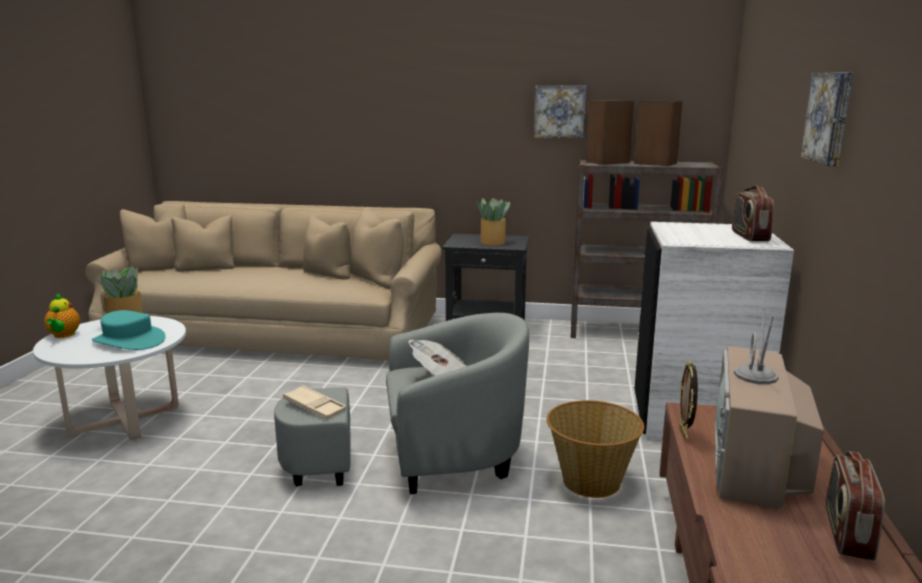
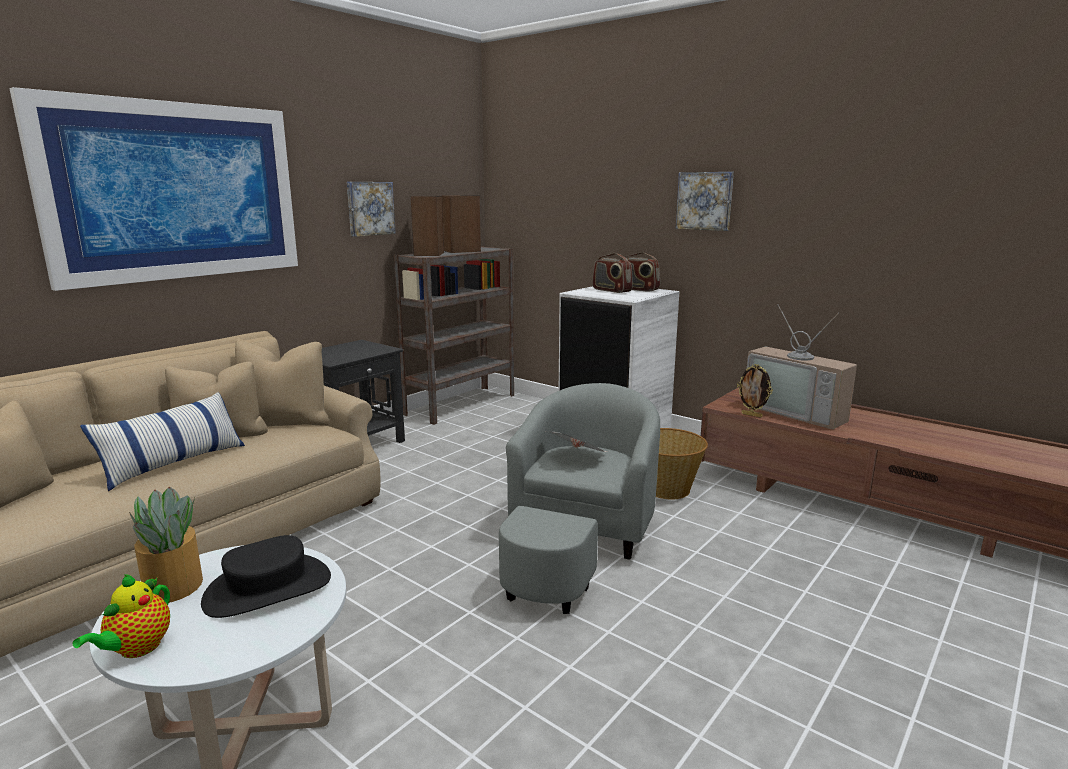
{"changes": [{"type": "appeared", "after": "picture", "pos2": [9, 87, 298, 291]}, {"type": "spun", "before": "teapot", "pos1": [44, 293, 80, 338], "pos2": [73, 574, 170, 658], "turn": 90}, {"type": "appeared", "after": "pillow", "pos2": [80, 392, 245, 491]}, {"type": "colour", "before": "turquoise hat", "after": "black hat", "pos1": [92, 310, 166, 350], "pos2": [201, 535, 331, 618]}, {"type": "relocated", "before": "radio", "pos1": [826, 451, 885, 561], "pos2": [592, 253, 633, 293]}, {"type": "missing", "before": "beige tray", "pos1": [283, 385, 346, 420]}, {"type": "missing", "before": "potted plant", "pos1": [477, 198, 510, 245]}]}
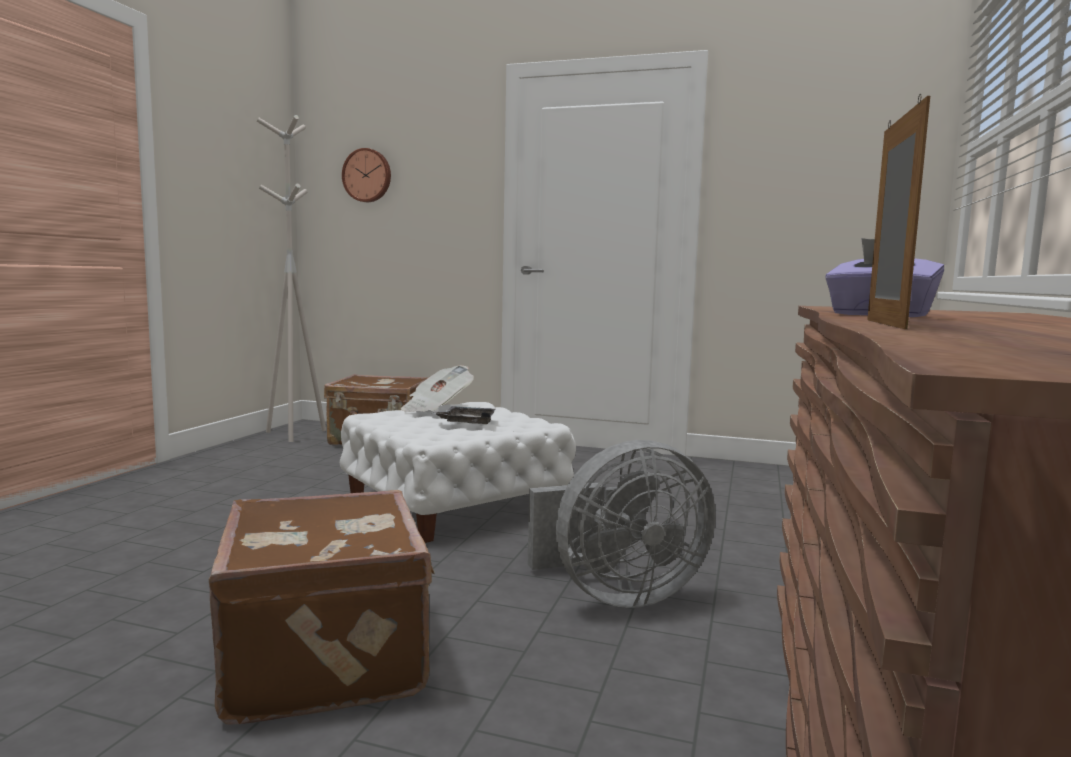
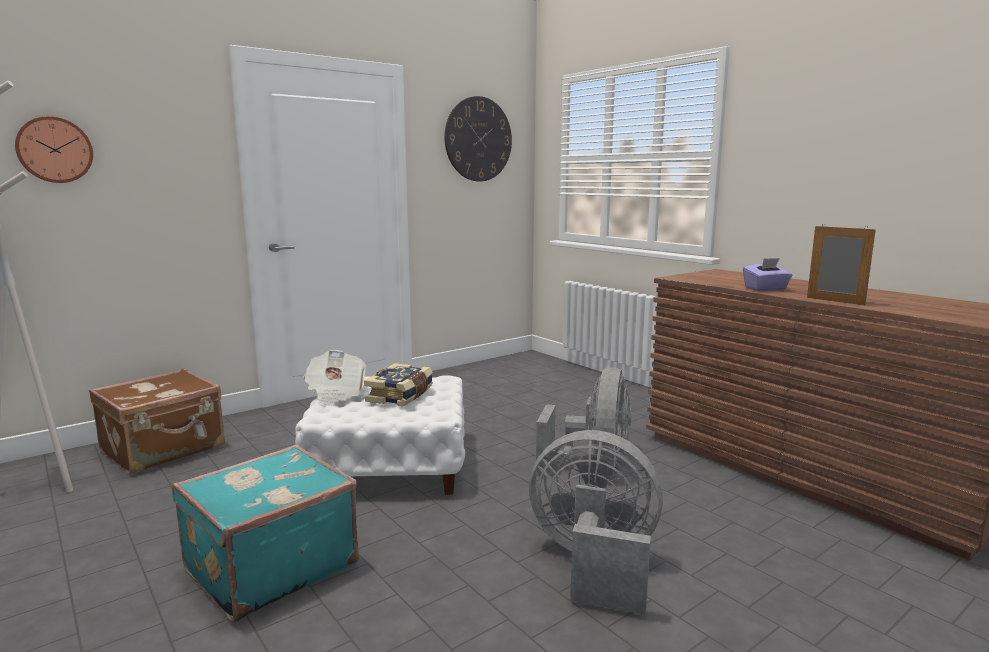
{"changes": [{"type": "appeared", "after": "turquoise suitcase", "pos2": [172, 444, 359, 623]}, {"type": "exchanged", "before": "grey tray", "after": "book", "pos1": [431, 406, 495, 424], "pos2": [364, 363, 433, 407]}, {"type": "appeared", "after": "wall clock", "pos2": [444, 96, 512, 181]}, {"type": "exchanged", "before": "brown suitcase", "after": "grey fan", "pos1": [209, 490, 435, 725], "pos2": [529, 430, 663, 615]}]}
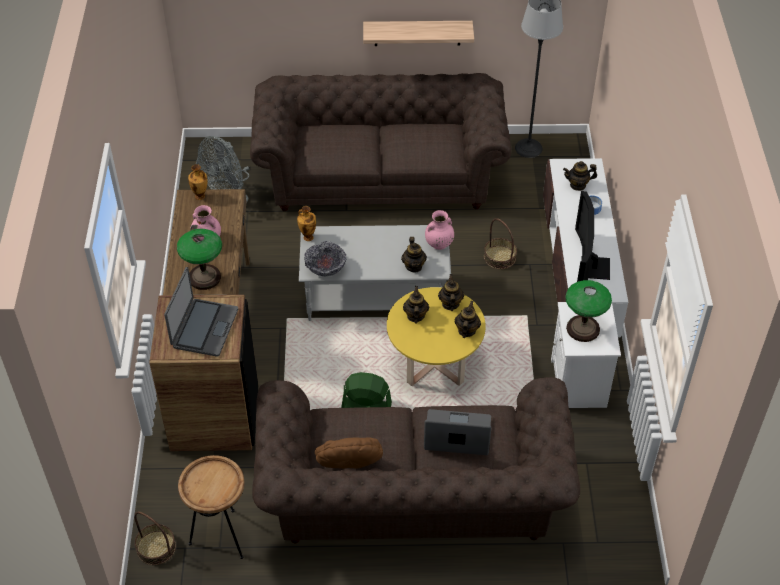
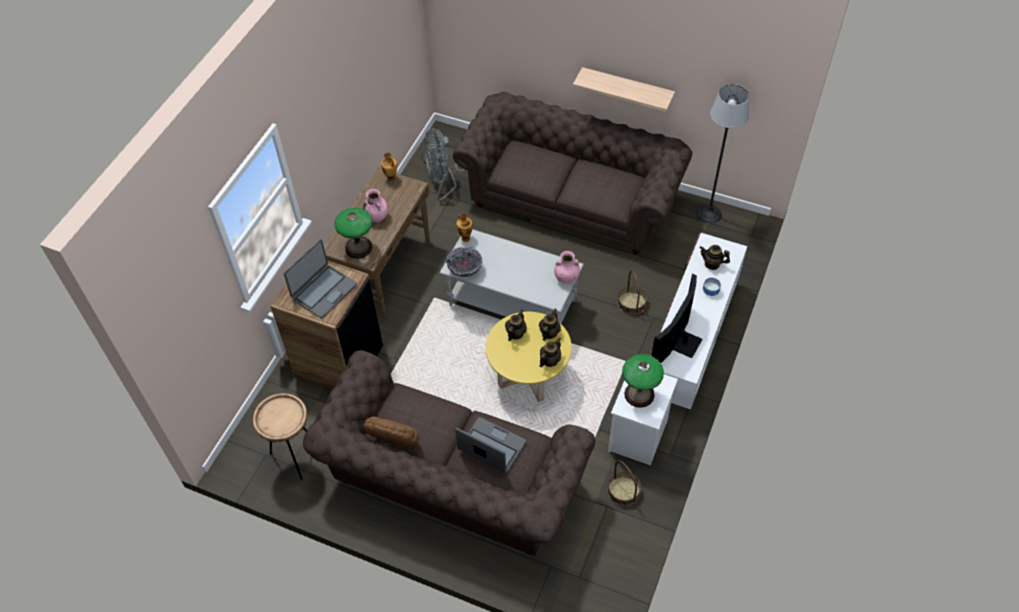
{"changes": [{"type": "relocated", "before": "basket", "pos1": [134, 512, 176, 565], "pos2": [608, 460, 641, 506]}, {"type": "missing", "before": "green fan", "pos1": [341, 372, 392, 408]}, {"type": "missing", "before": "teapot", "pos1": [401, 237, 427, 272]}]}
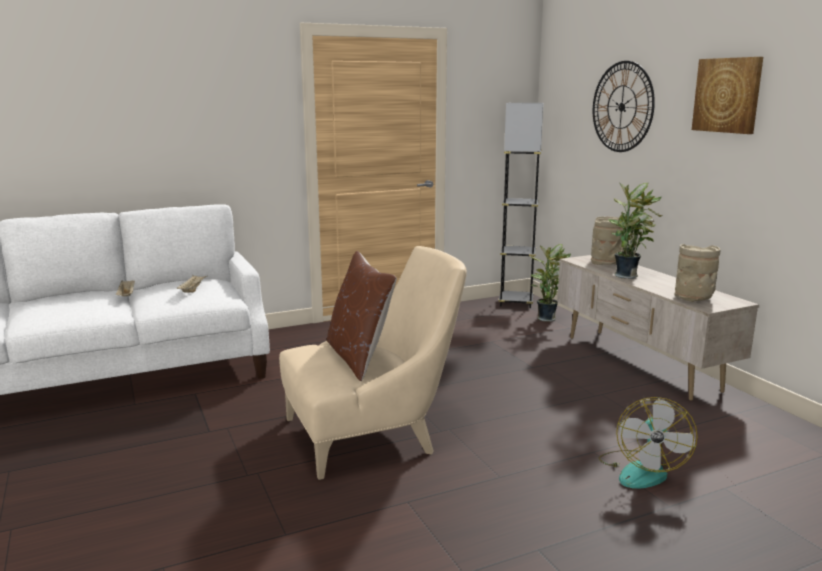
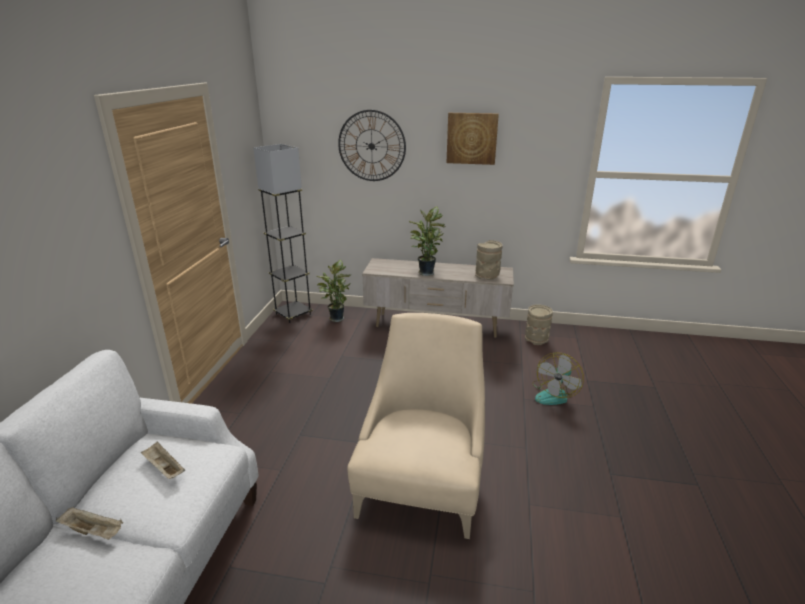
{"changes": [{"type": "relocated", "before": "beige vase", "pos1": [591, 217, 624, 265], "pos2": [525, 304, 553, 345]}, {"type": "spun", "before": "fan", "pos1": [598, 397, 698, 489], "pos2": [532, 352, 584, 405], "turn": 75}, {"type": "missing", "before": "brown pillow", "pos1": [327, 251, 397, 381]}]}
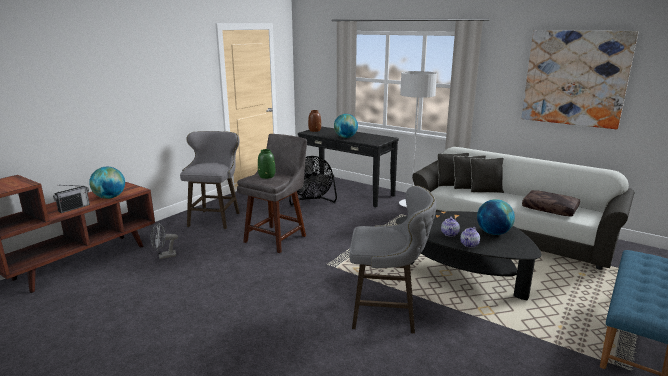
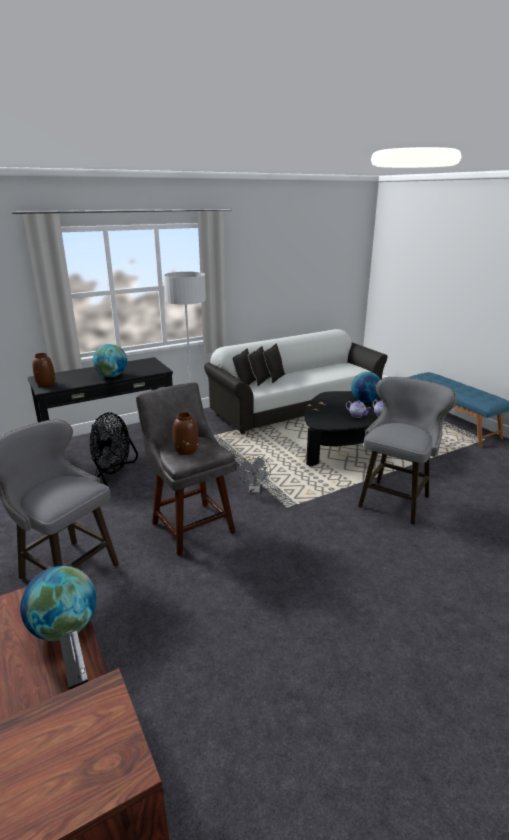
{"changes": [{"type": "colour", "before": "green vase", "after": "brown vase", "pos1": [258, 149, 275, 179], "pos2": [173, 412, 199, 455]}, {"type": "relocated", "before": "grey fan", "pos1": [151, 222, 178, 259], "pos2": [238, 455, 271, 494]}, {"type": "missing", "before": "picture", "pos1": [521, 30, 638, 129]}, {"type": "missing", "before": "brown pillow", "pos1": [522, 190, 580, 217]}]}
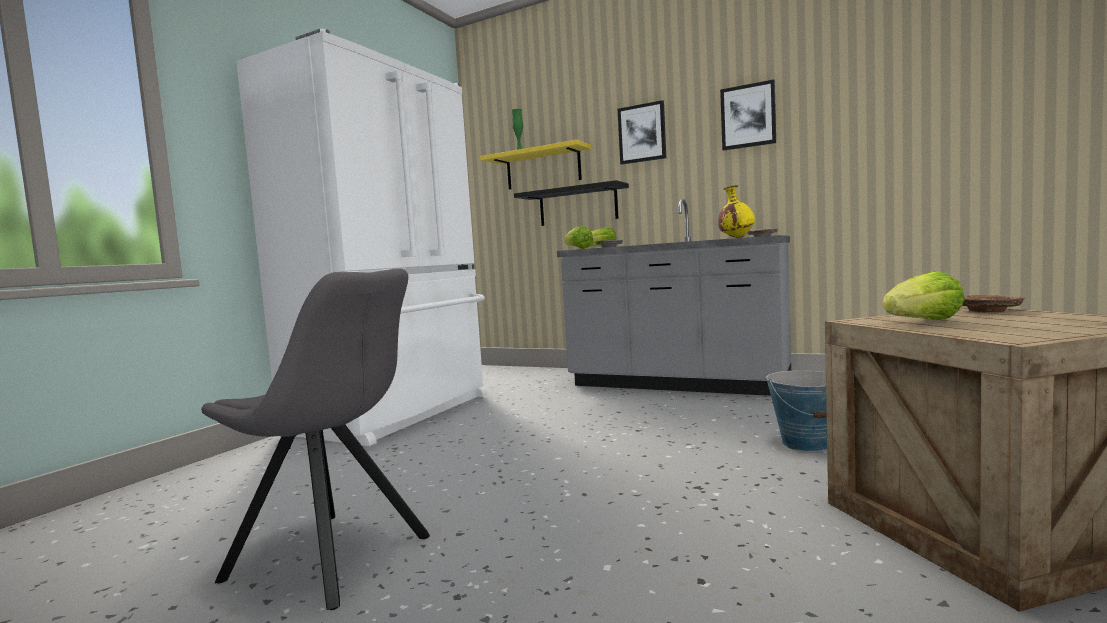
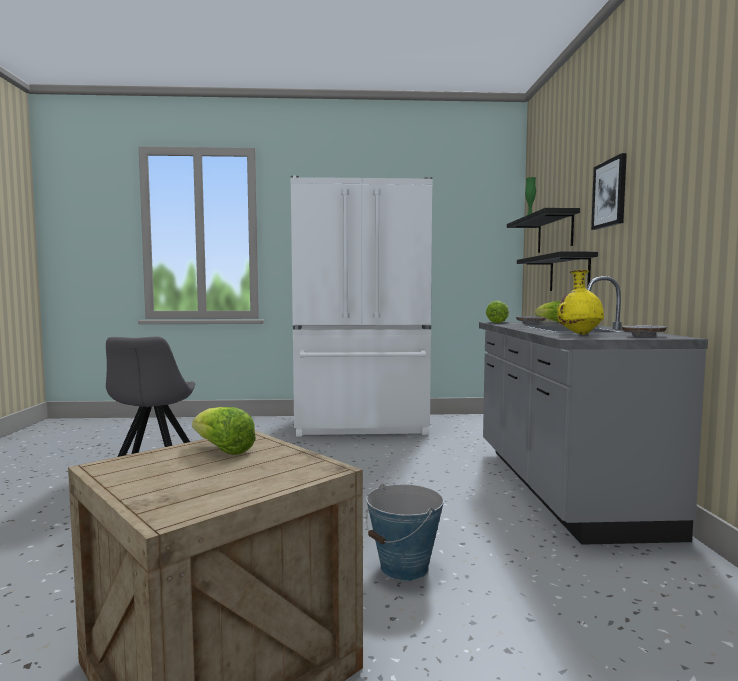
{"changes": [{"type": "colour", "before": "yellow shelf", "after": "black shelf", "pos1": [480, 140, 591, 189], "pos2": [507, 208, 580, 253]}, {"type": "missing", "before": "picture", "pos1": [720, 79, 776, 151]}, {"type": "missing", "before": "brown plate", "pos1": [962, 295, 1024, 312]}]}
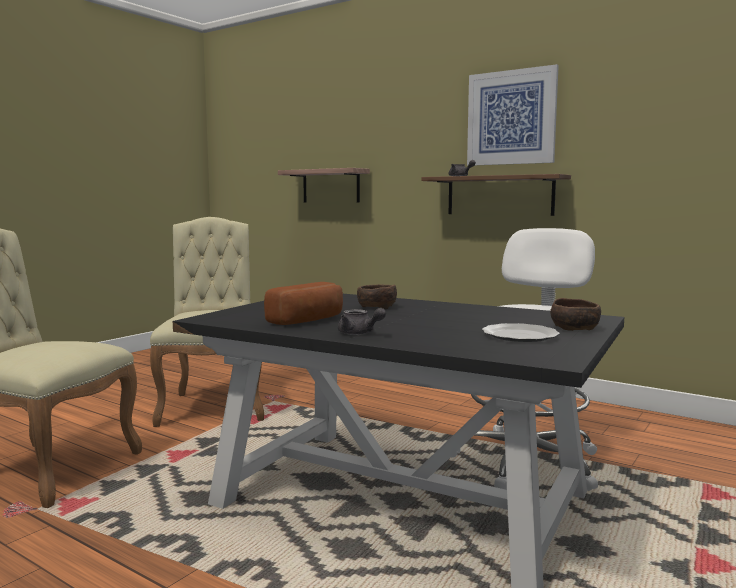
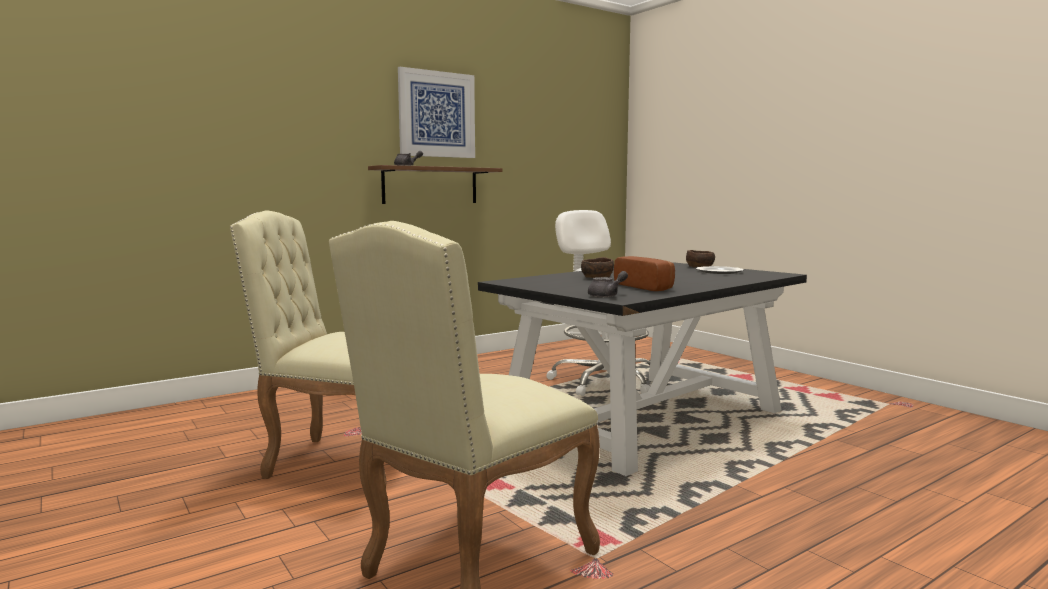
{"changes": [{"type": "relocated", "before": "grey teapot", "pos1": [338, 308, 386, 335], "pos2": [588, 271, 628, 297]}, {"type": "missing", "before": "shelf", "pos1": [278, 168, 370, 203]}]}
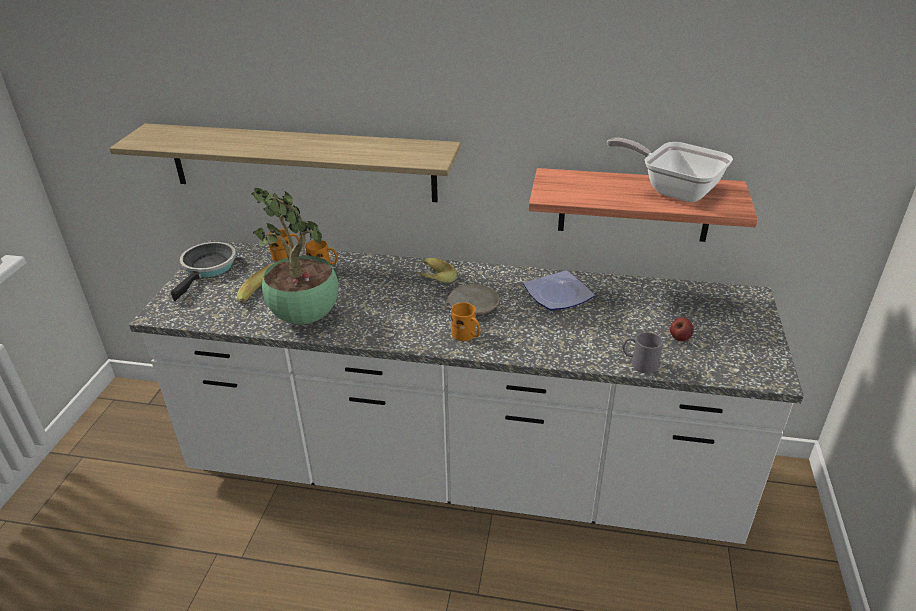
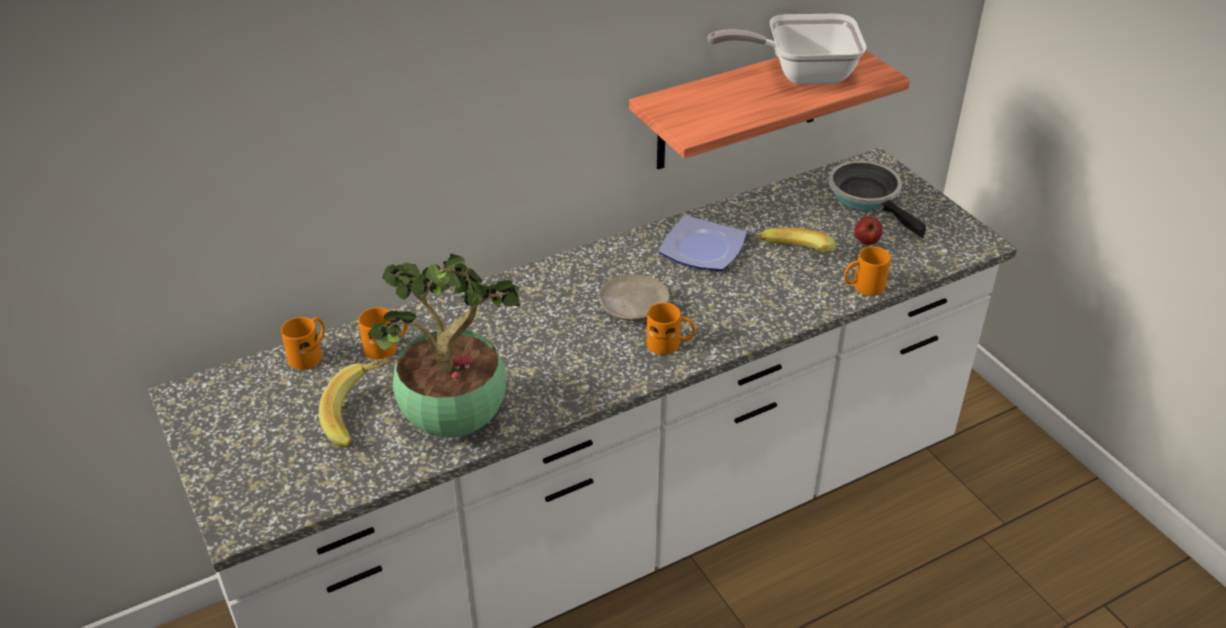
{"changes": [{"type": "relocated", "before": "banana", "pos1": [415, 258, 457, 283], "pos2": [758, 227, 836, 254]}, {"type": "relocated", "before": "frying pan", "pos1": [171, 242, 236, 301], "pos2": [829, 161, 926, 238]}, {"type": "colour", "before": "grey mug", "after": "orange mug", "pos1": [623, 332, 663, 374], "pos2": [844, 246, 891, 296]}, {"type": "missing", "before": "shelf", "pos1": [109, 124, 461, 202]}]}
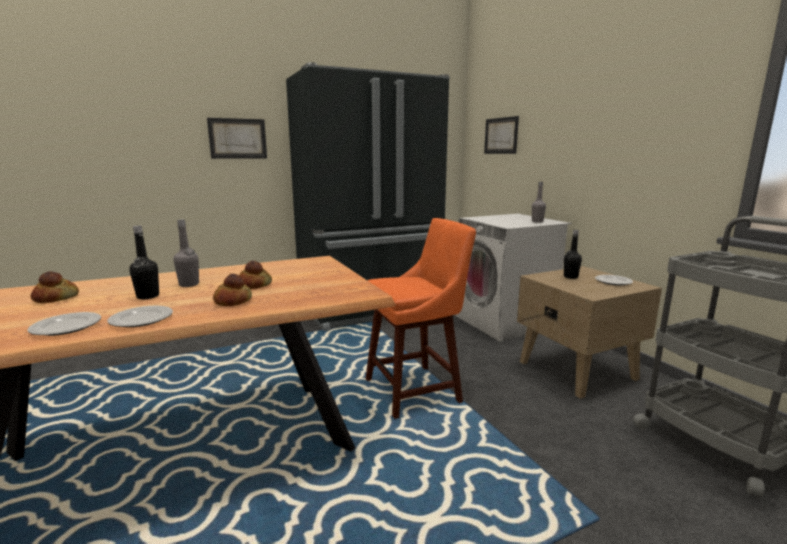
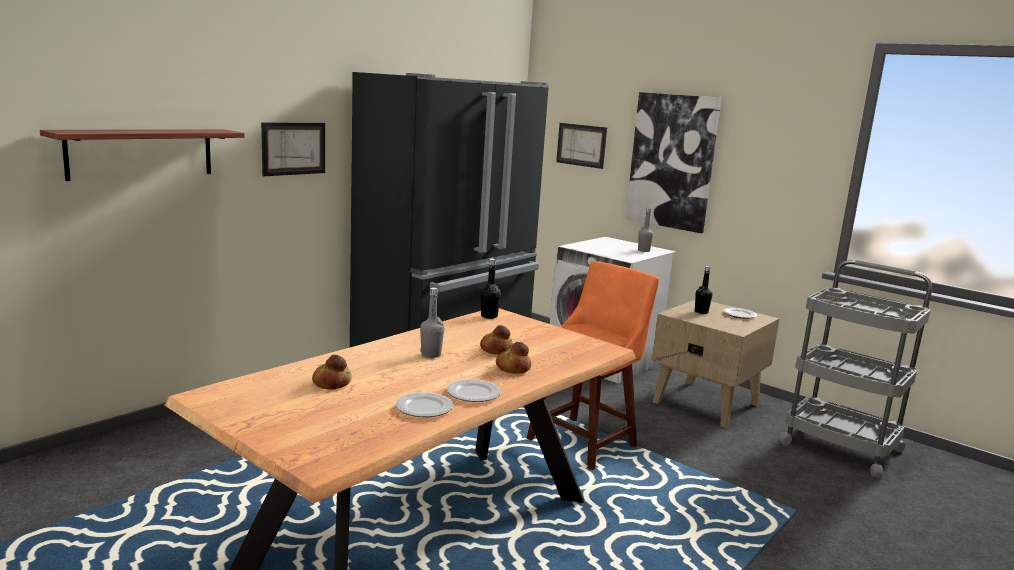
{"changes": [{"type": "appeared", "after": "shelf", "pos2": [40, 129, 245, 181]}, {"type": "relocated", "before": "black bottle", "pos1": [129, 226, 159, 299], "pos2": [481, 259, 501, 319]}, {"type": "appeared", "after": "picture", "pos2": [625, 92, 722, 233]}]}
